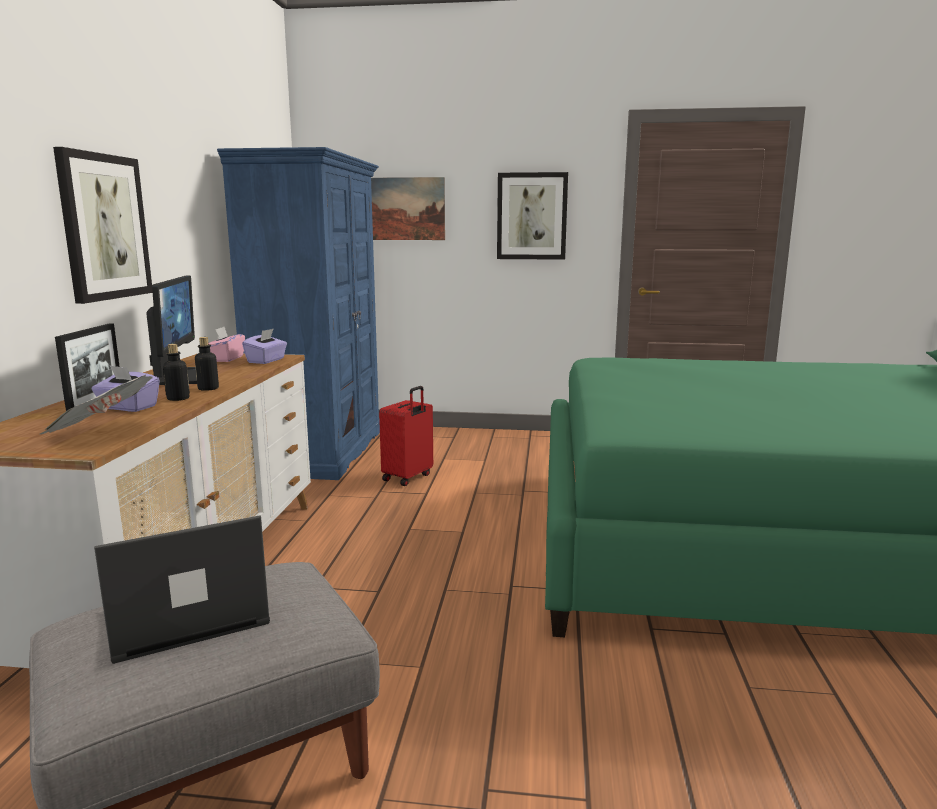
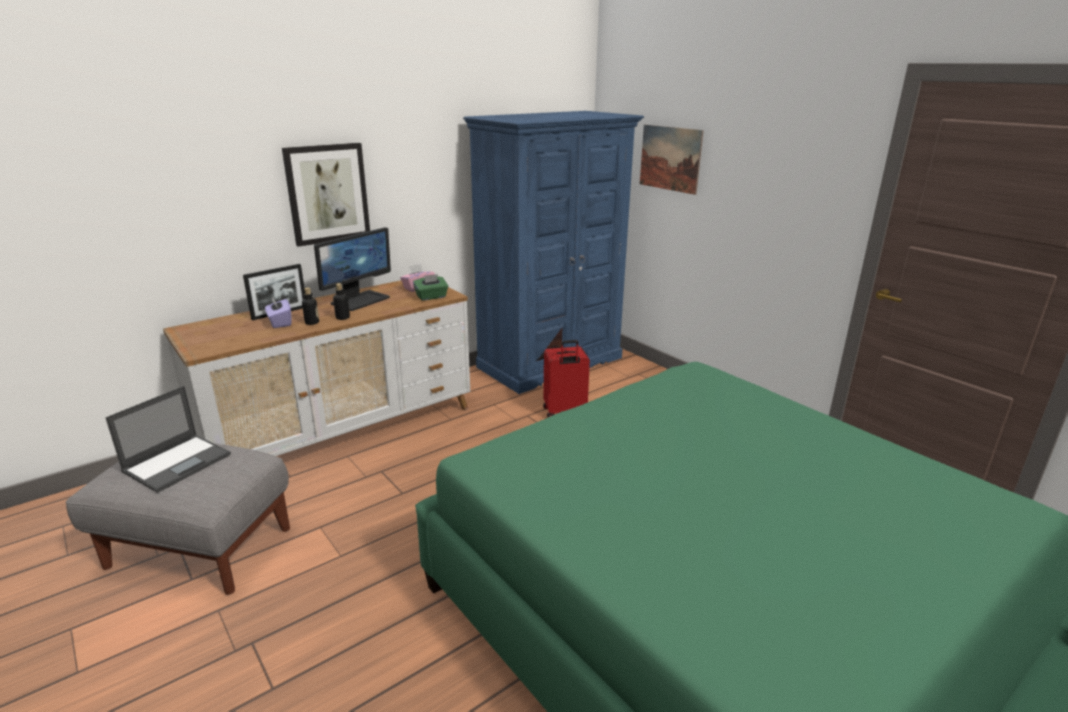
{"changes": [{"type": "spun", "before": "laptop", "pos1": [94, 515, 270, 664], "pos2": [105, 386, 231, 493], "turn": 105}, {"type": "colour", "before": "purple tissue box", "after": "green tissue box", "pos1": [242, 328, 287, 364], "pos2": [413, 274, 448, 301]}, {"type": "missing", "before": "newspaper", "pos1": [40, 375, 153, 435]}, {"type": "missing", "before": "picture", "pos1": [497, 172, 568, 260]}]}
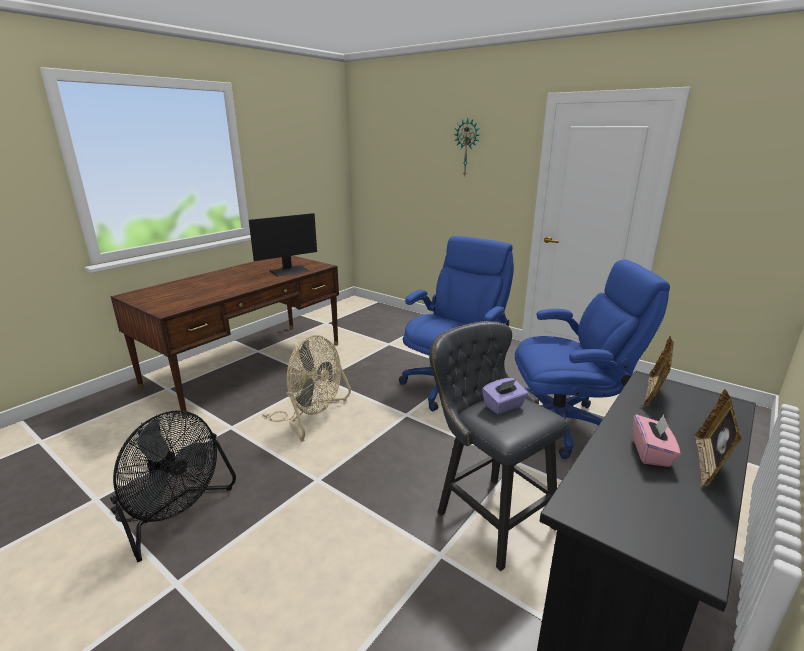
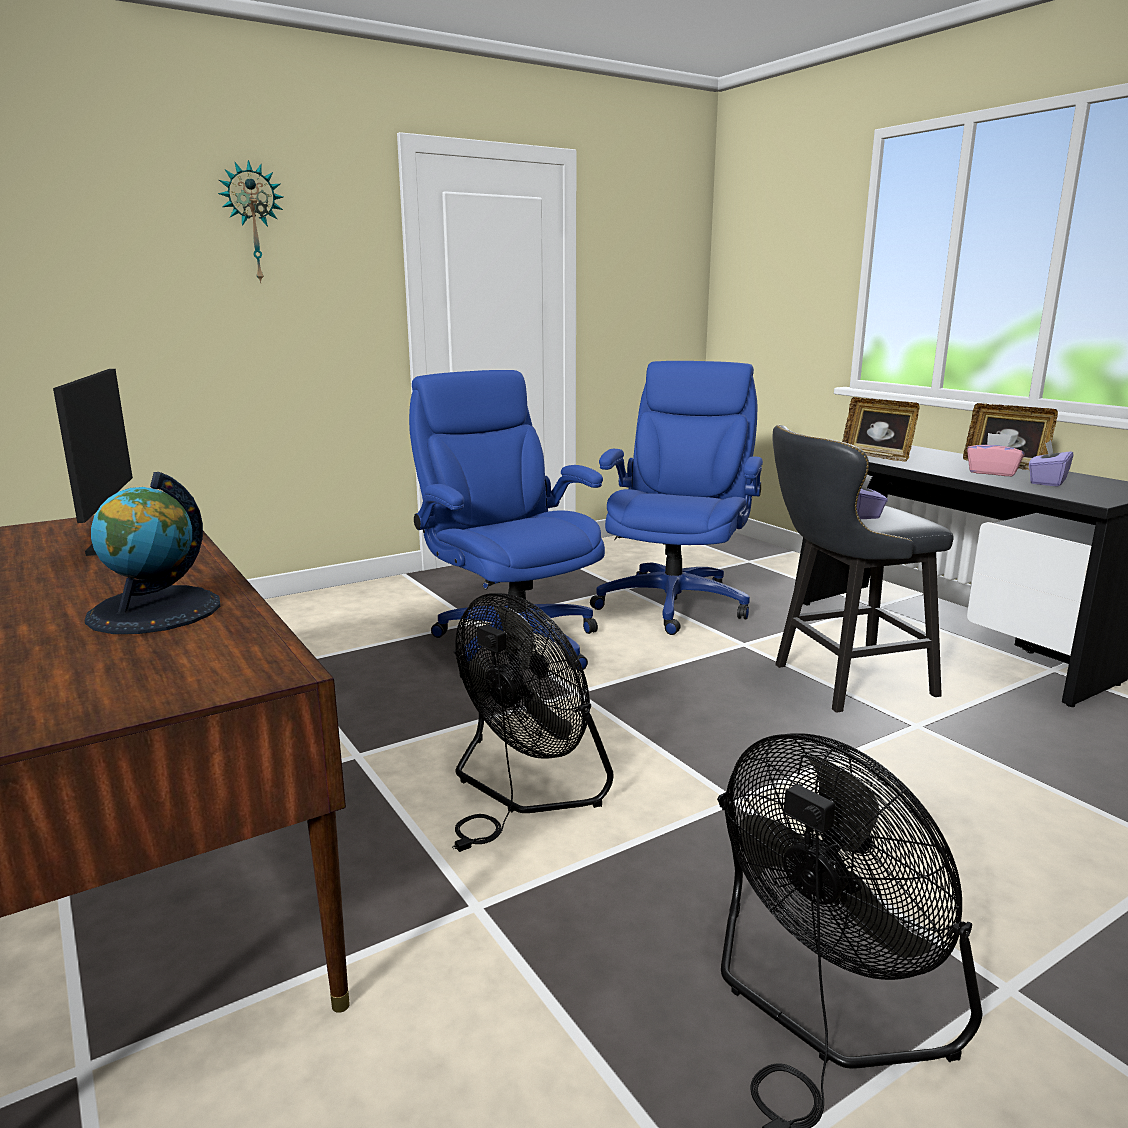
{"changes": [{"type": "appeared", "after": "globe", "pos2": [84, 472, 220, 634]}, {"type": "colour", "before": "beige fan", "after": "black fan", "pos1": [263, 335, 351, 442], "pos2": [452, 593, 613, 852]}, {"type": "appeared", "after": "purple tissue box", "pos2": [1029, 440, 1073, 487]}]}
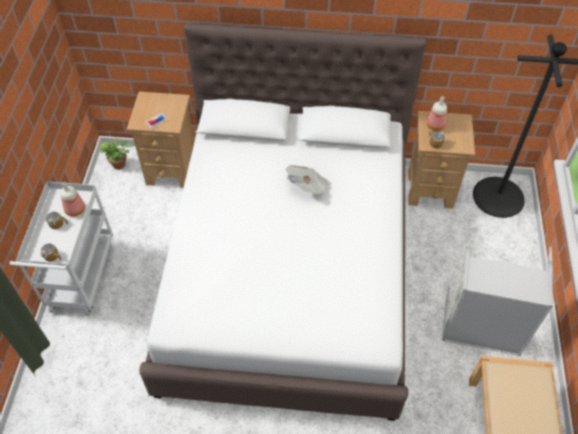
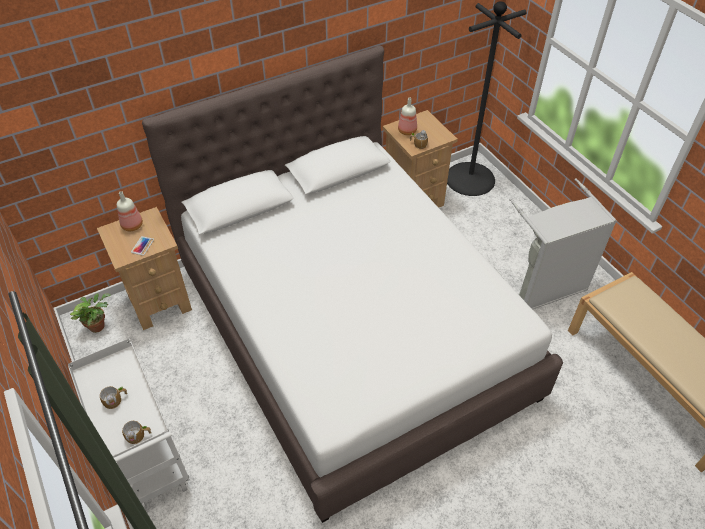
{"changes": [{"type": "relocated", "before": "bottle", "pos1": [60, 182, 85, 217], "pos2": [117, 191, 143, 231]}, {"type": "missing", "before": "newspaper", "pos1": [286, 165, 332, 195]}]}
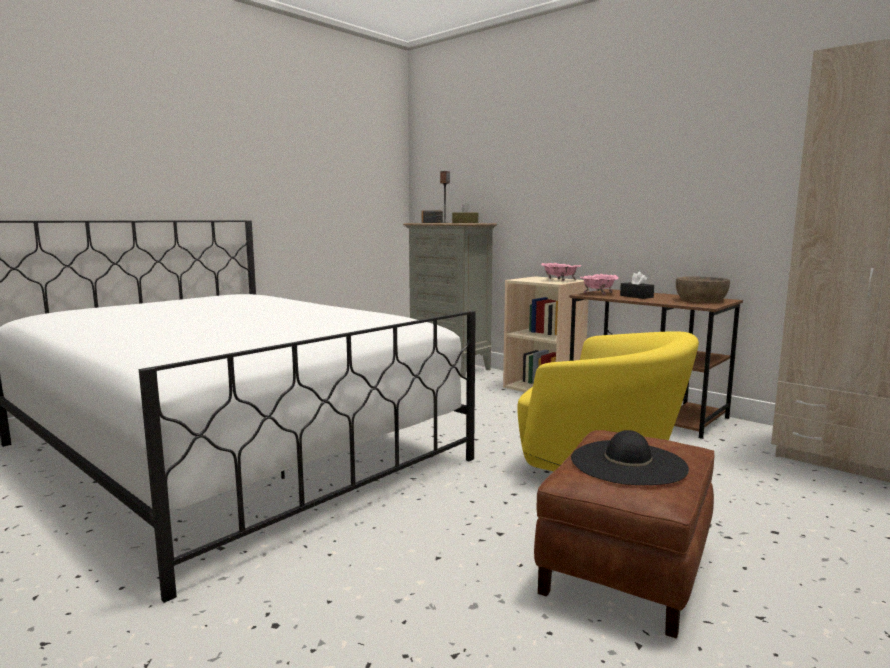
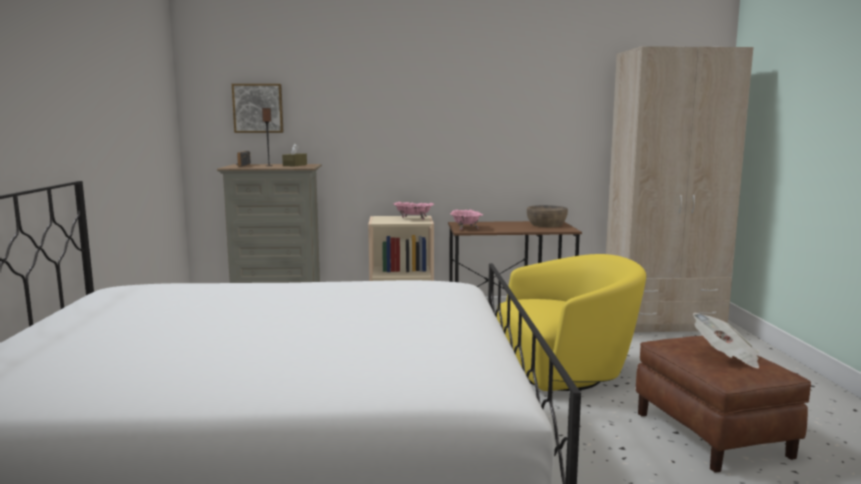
{"changes": [{"type": "appeared", "after": "picture", "pos2": [232, 84, 284, 133]}, {"type": "exchanged", "before": "black hat", "after": "newspaper", "pos1": [571, 430, 689, 485], "pos2": [693, 313, 759, 369]}, {"type": "missing", "before": "black tissue box", "pos1": [620, 272, 654, 299]}]}
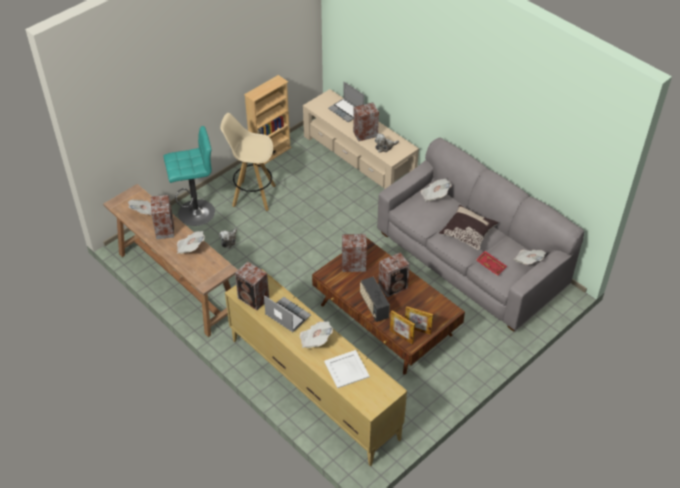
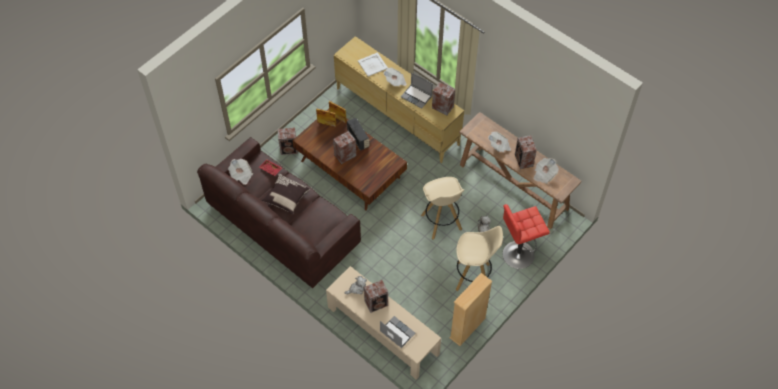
{"changes": [{"type": "colour", "before": "grey sofa", "after": "brown sofa", "pos1": [377, 138, 584, 332], "pos2": [197, 137, 361, 288]}, {"type": "relocated", "before": "speaker", "pos1": [342, 234, 367, 272], "pos2": [278, 127, 298, 155]}, {"type": "appeared", "after": "beige stool", "pos2": [421, 177, 464, 240]}, {"type": "colour", "before": "turquoise stool", "after": "red stool", "pos1": [163, 126, 215, 226], "pos2": [503, 204, 550, 269]}, {"type": "missing", "before": "newspaper", "pos1": [421, 179, 451, 201]}]}
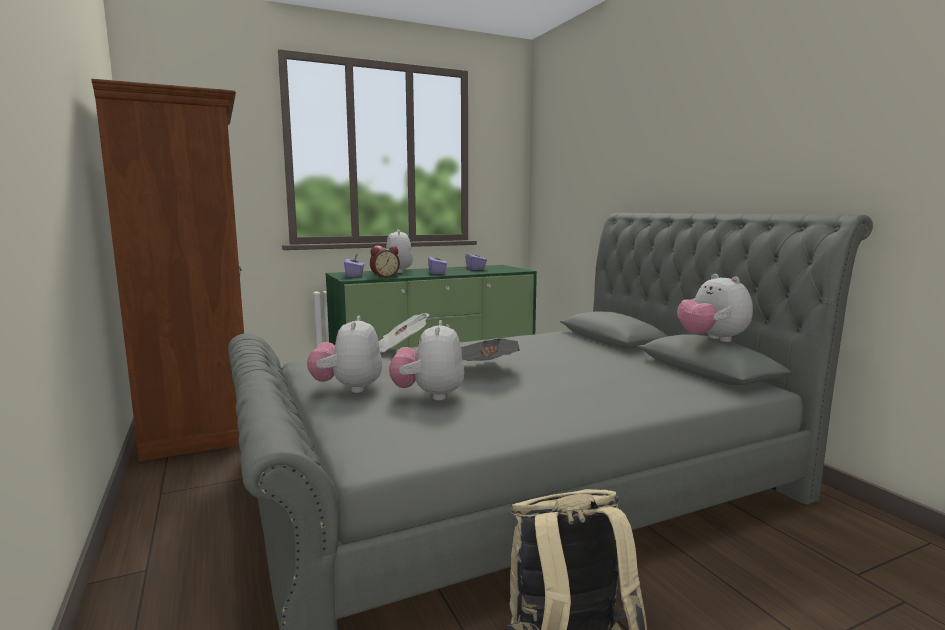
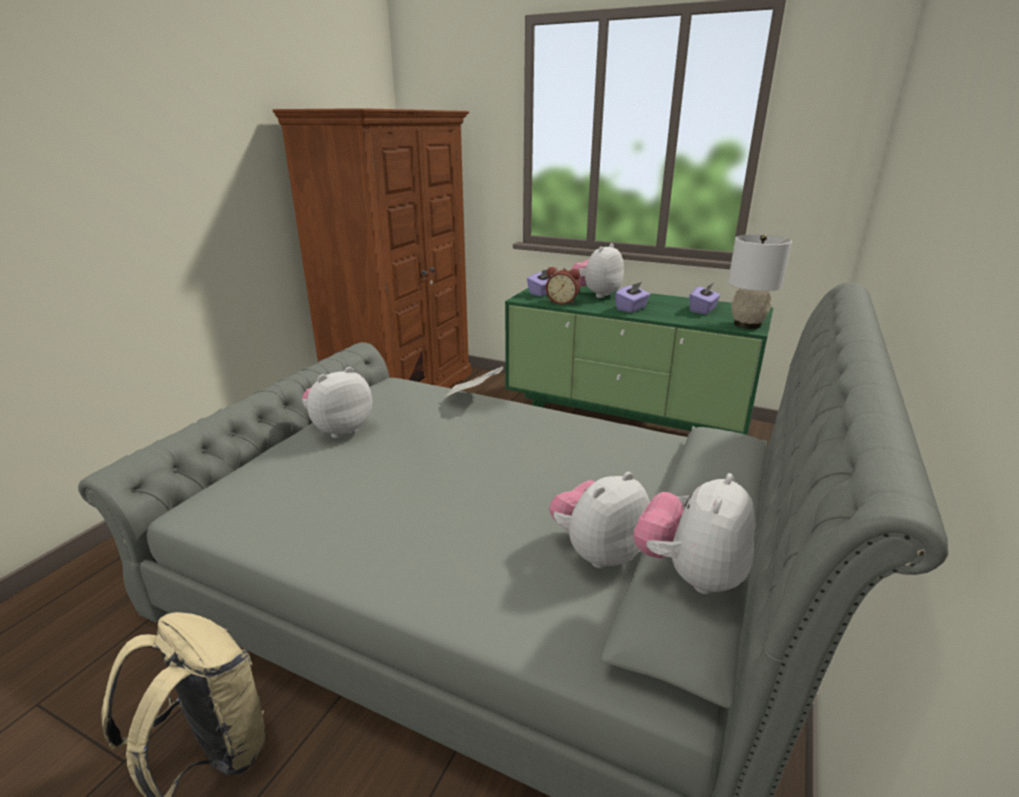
{"changes": [{"type": "relocated", "before": "plush toy", "pos1": [389, 320, 464, 401], "pos2": [549, 472, 650, 568]}, {"type": "appeared", "after": "white table lamp", "pos2": [728, 235, 792, 329]}, {"type": "missing", "before": "newspaper", "pos1": [461, 339, 520, 361]}]}
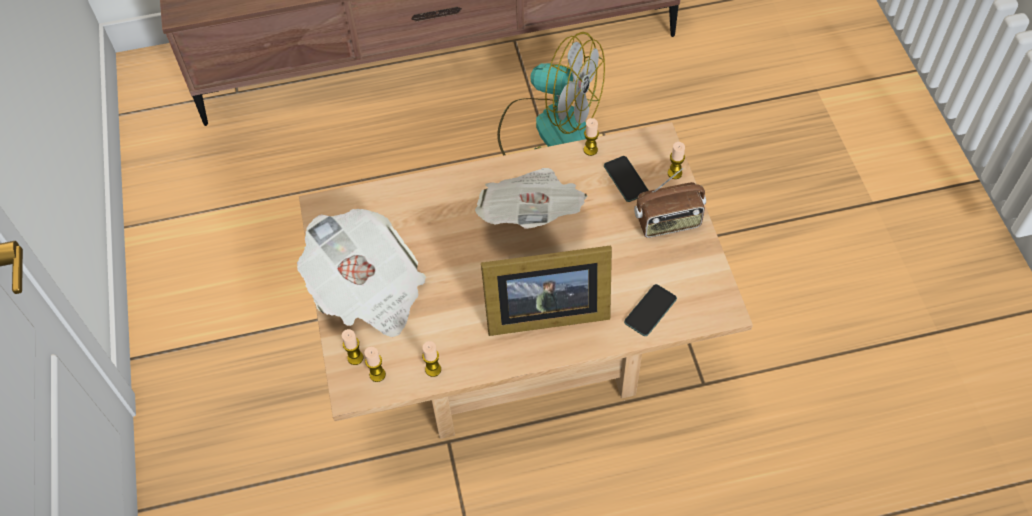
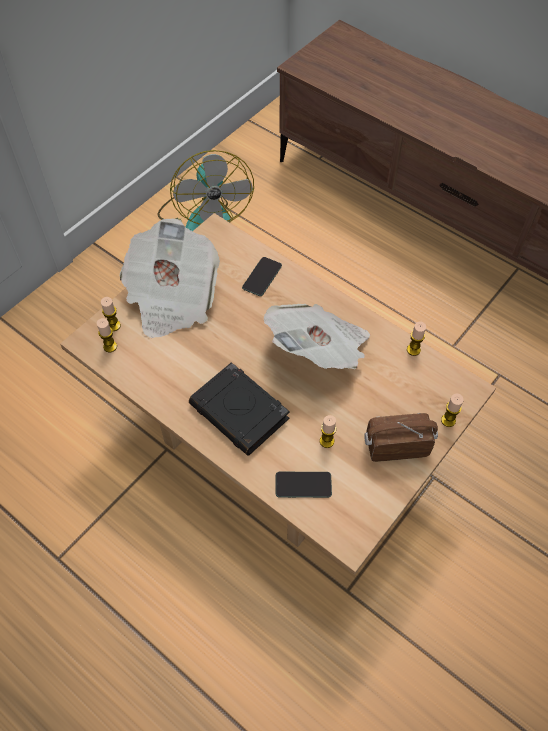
{"changes": [{"type": "relocated", "before": "fan", "pos1": [497, 32, 605, 156], "pos2": [158, 150, 254, 231]}, {"type": "exchanged", "before": "picture frame", "after": "black book", "pos1": [481, 245, 612, 336], "pos2": [189, 362, 290, 455]}, {"type": "relocated", "before": "phone", "pos1": [604, 156, 649, 202], "pos2": [242, 257, 282, 296]}, {"type": "relocated", "before": "candle", "pos1": [422, 341, 441, 377], "pos2": [320, 415, 336, 448]}, {"type": "spun", "before": "radio", "pos1": [634, 168, 706, 238], "pos2": [364, 413, 438, 462], "turn": 135}]}
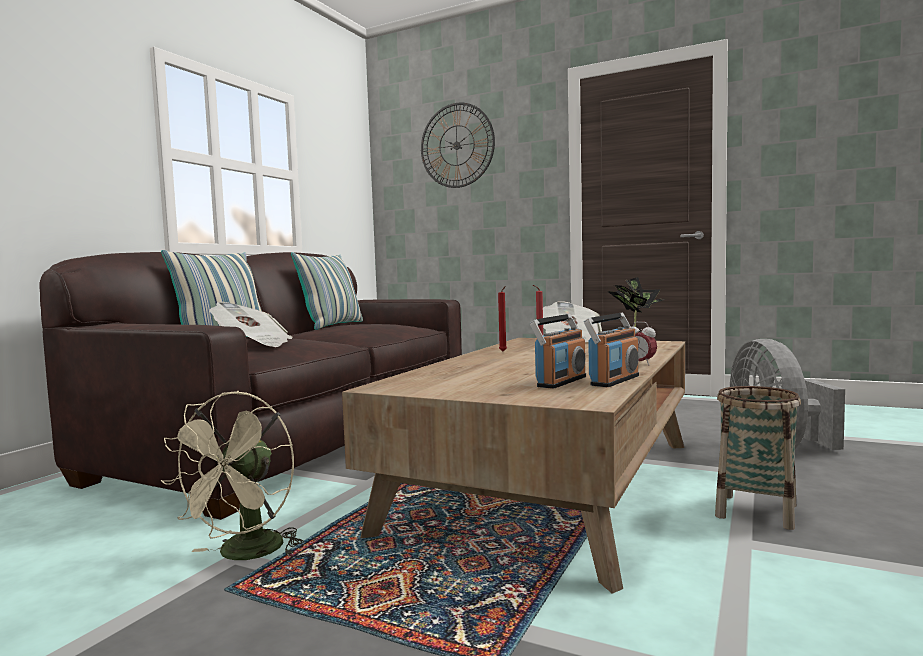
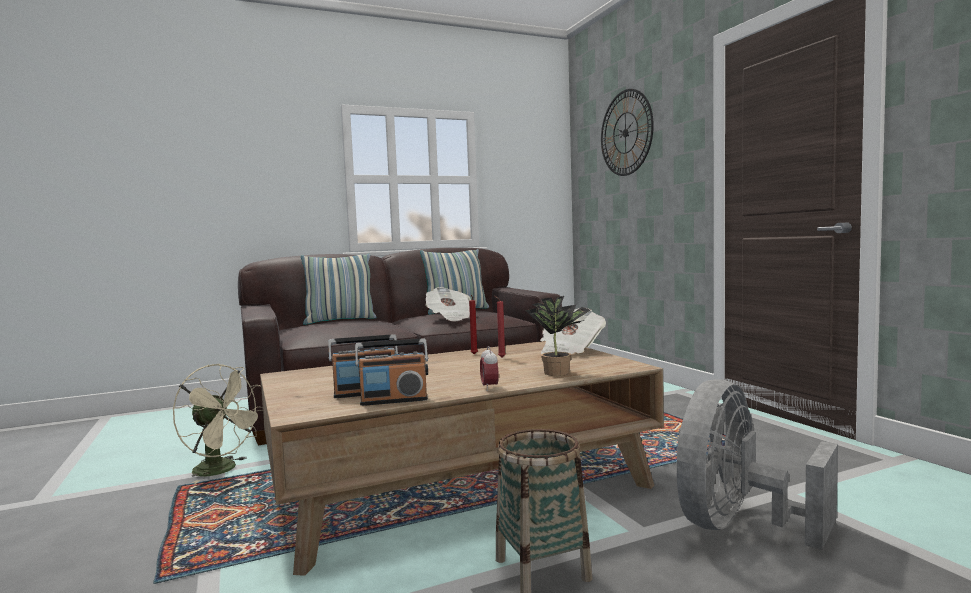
{"changes": [{"type": "spun", "before": "beige fan", "pos1": [161, 391, 304, 560], "pos2": [173, 364, 263, 484], "turn": -120}, {"type": "relocated", "before": "newspaper", "pos1": [209, 302, 293, 347], "pos2": [425, 287, 471, 321]}]}
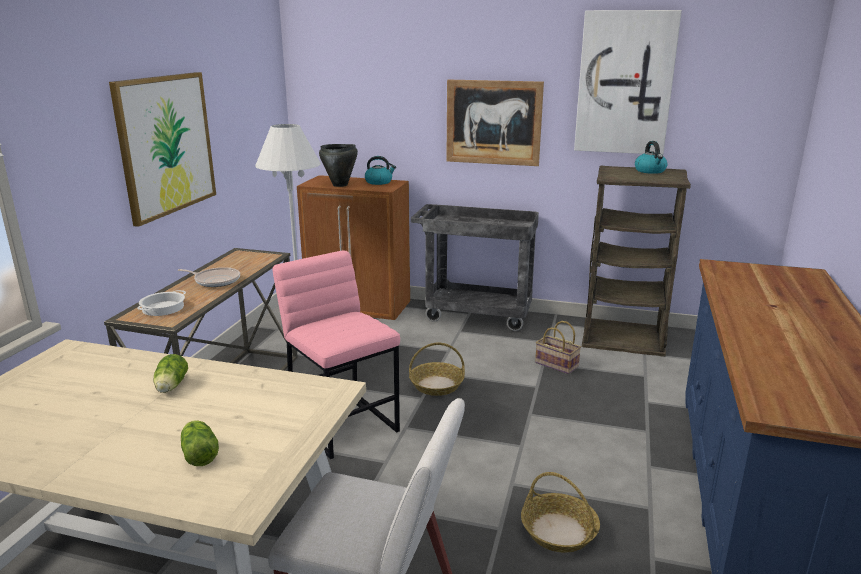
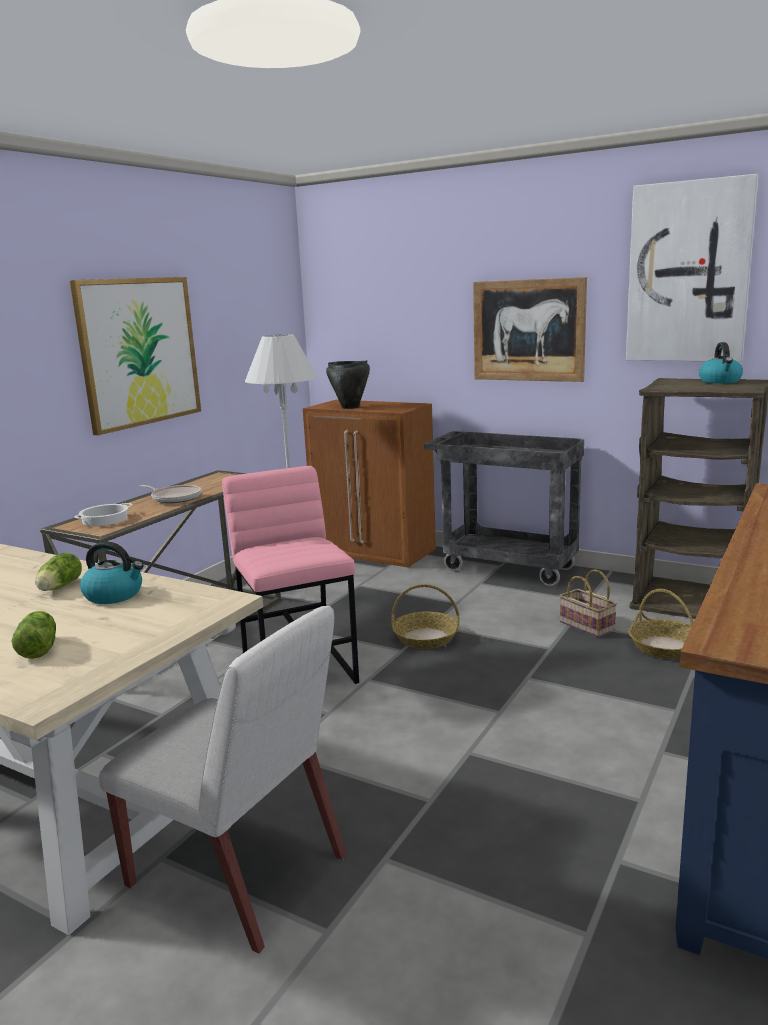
{"changes": [{"type": "relocated", "before": "kettle", "pos1": [365, 156, 396, 185], "pos2": [80, 541, 143, 604]}, {"type": "relocated", "before": "basket", "pos1": [521, 472, 600, 553], "pos2": [628, 589, 694, 659]}]}
